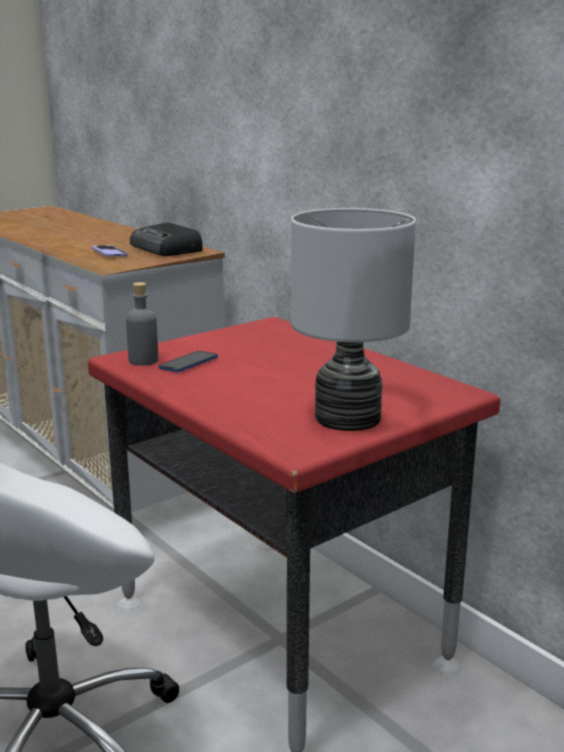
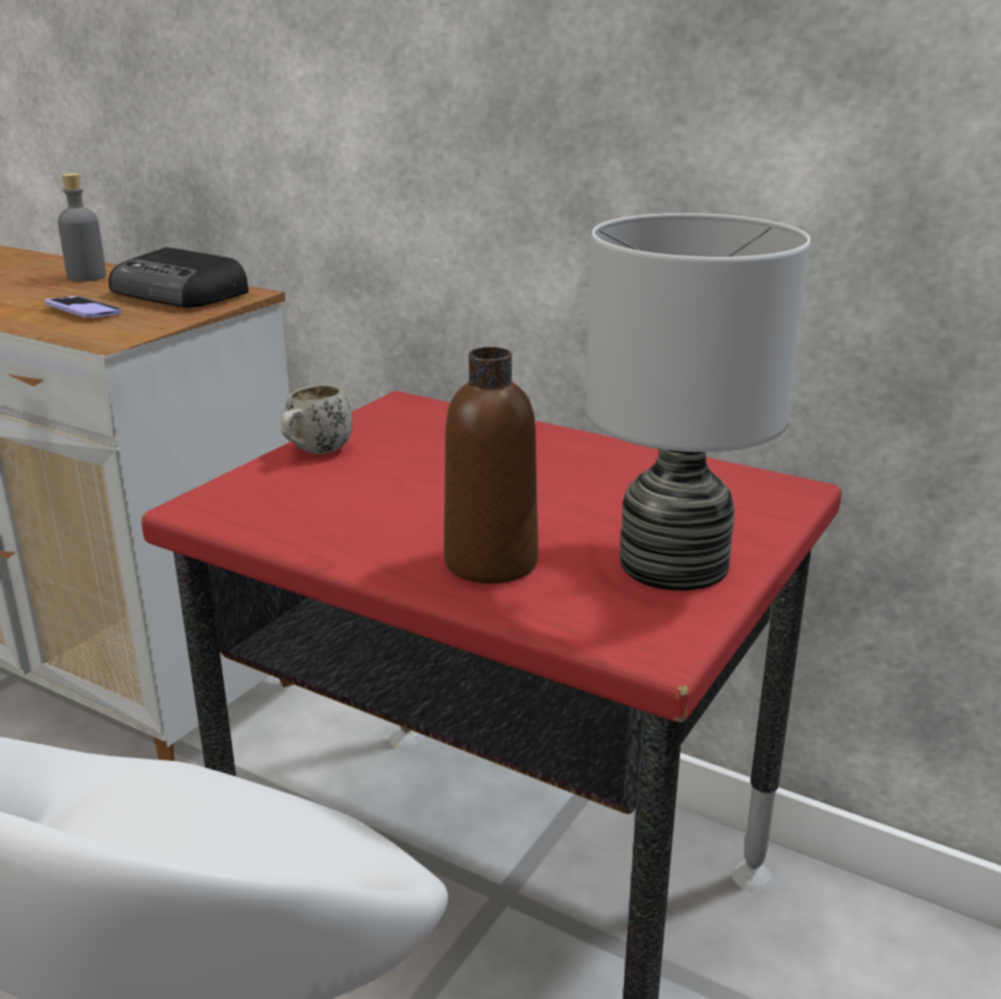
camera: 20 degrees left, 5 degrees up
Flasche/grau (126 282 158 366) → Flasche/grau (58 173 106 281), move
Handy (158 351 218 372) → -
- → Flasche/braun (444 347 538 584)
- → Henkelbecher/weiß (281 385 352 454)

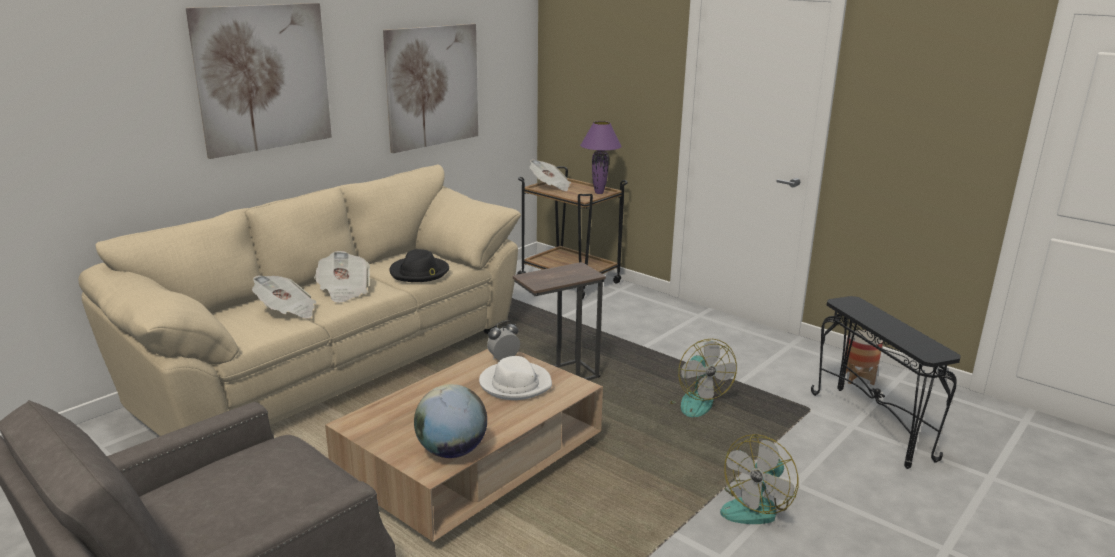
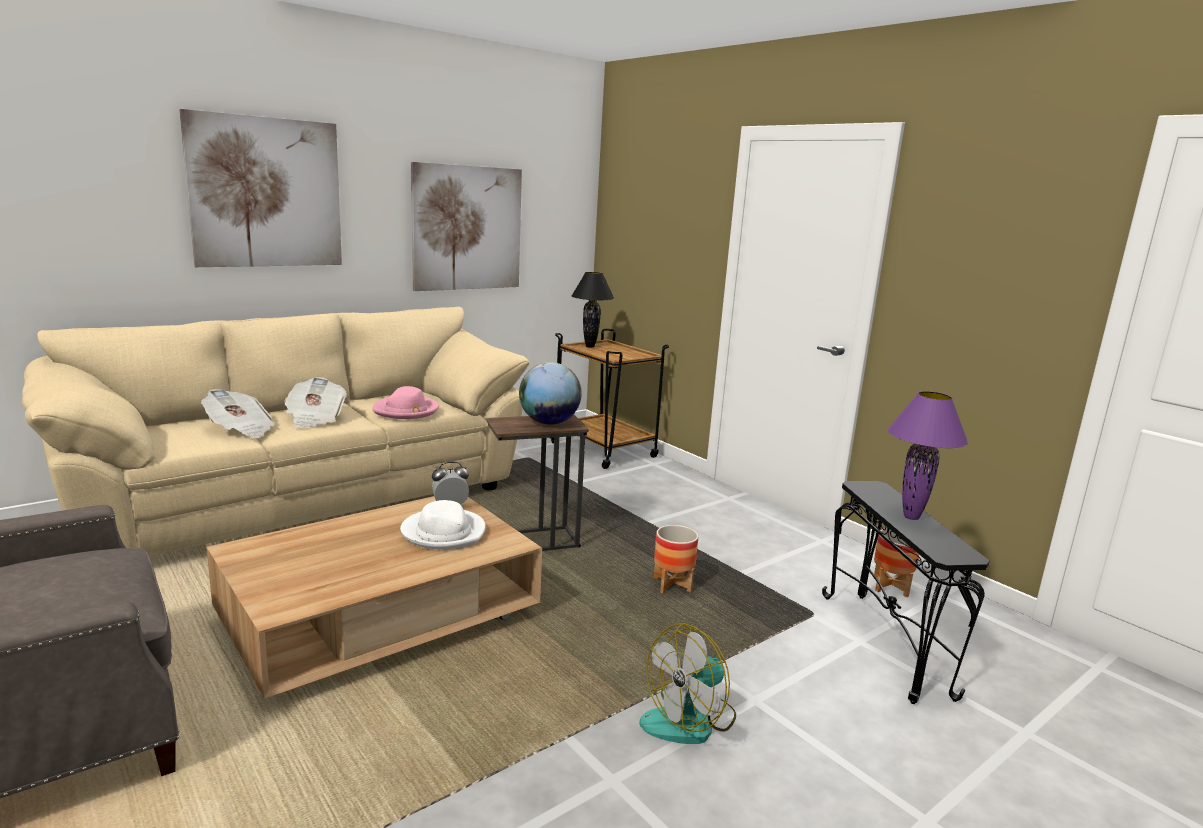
camera: 10 degrees right, 5 degrees down
Tischlampe/lila (580 121 622 194) → Tischlampe/lila (887 391 968 520), move
Zeitung (529 159 571 191) → Tischlampe/schwarz (571 272 614 348)
Hut/schwarz (389 249 449 282) → Hut/rosa (373 386 439 419)
Ventilator (669 339 737 417) → Pflanzkübel (654 525 698 593)
Globus (414 384 487 458) → Globus (519 362 582 425), move

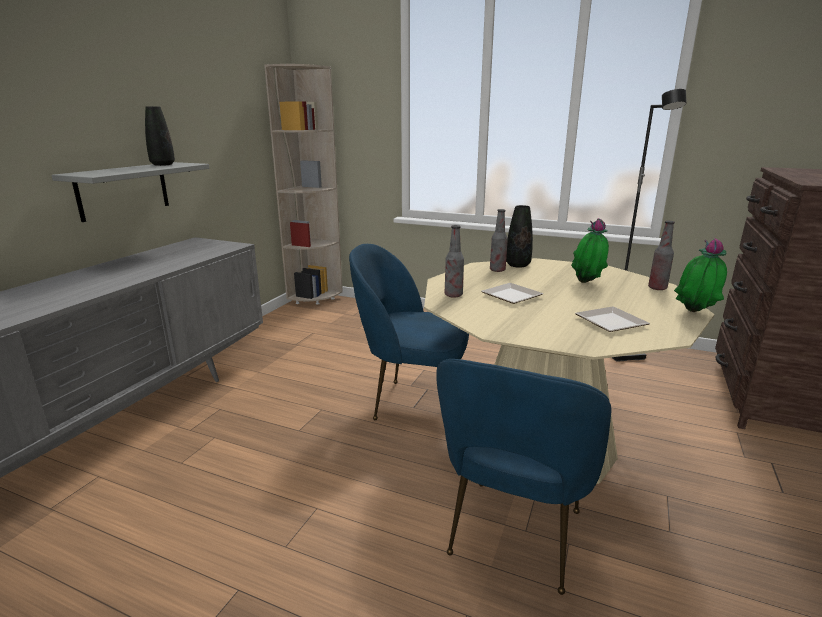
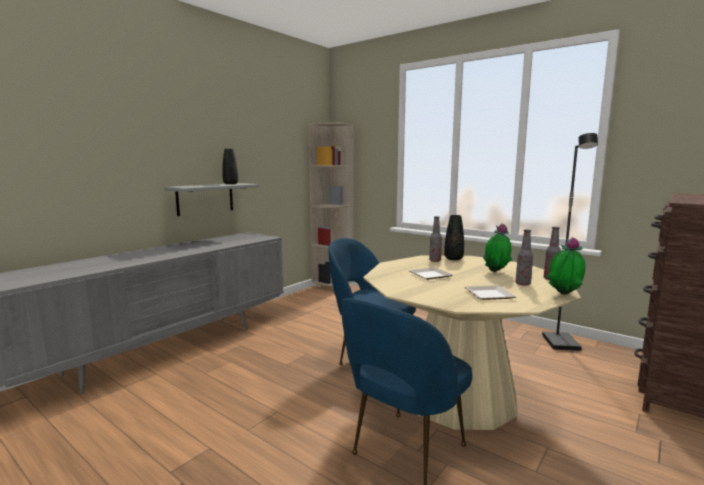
camera: 15 degrees right, 10 degrees down
Flasche (445 225 464 298) → Flasche (516 229 533 286), move

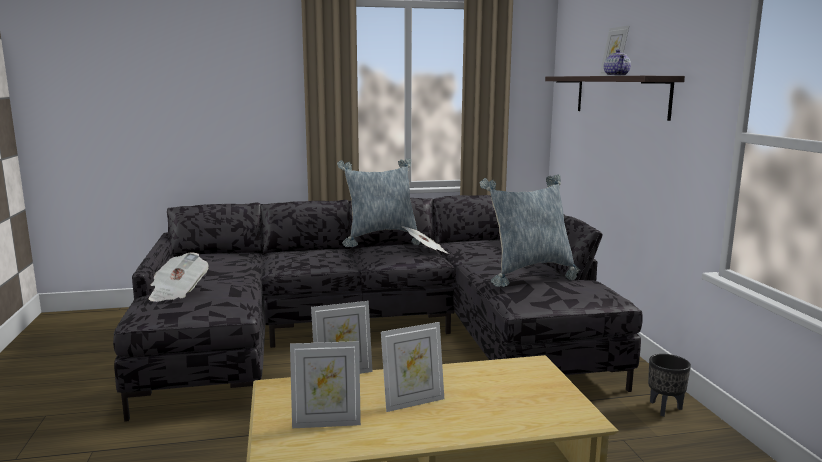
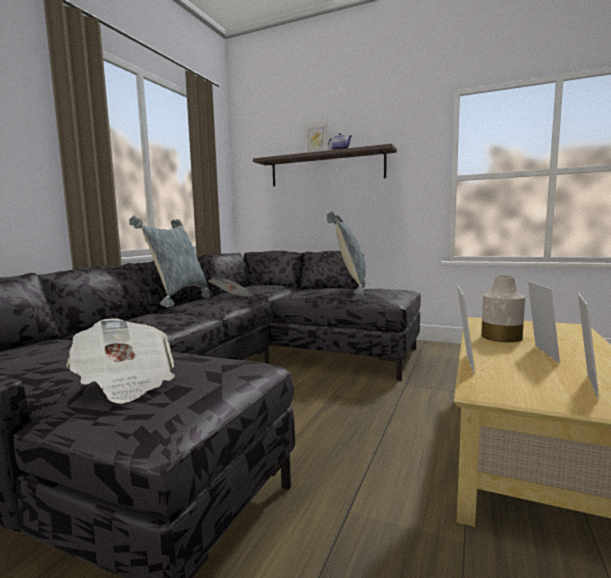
camera: 55 degrees left, 5 degrees down
Pflanzkübel/schwarz (648 354 691 417) → -
- → Vase/beige (481 275 525 342)

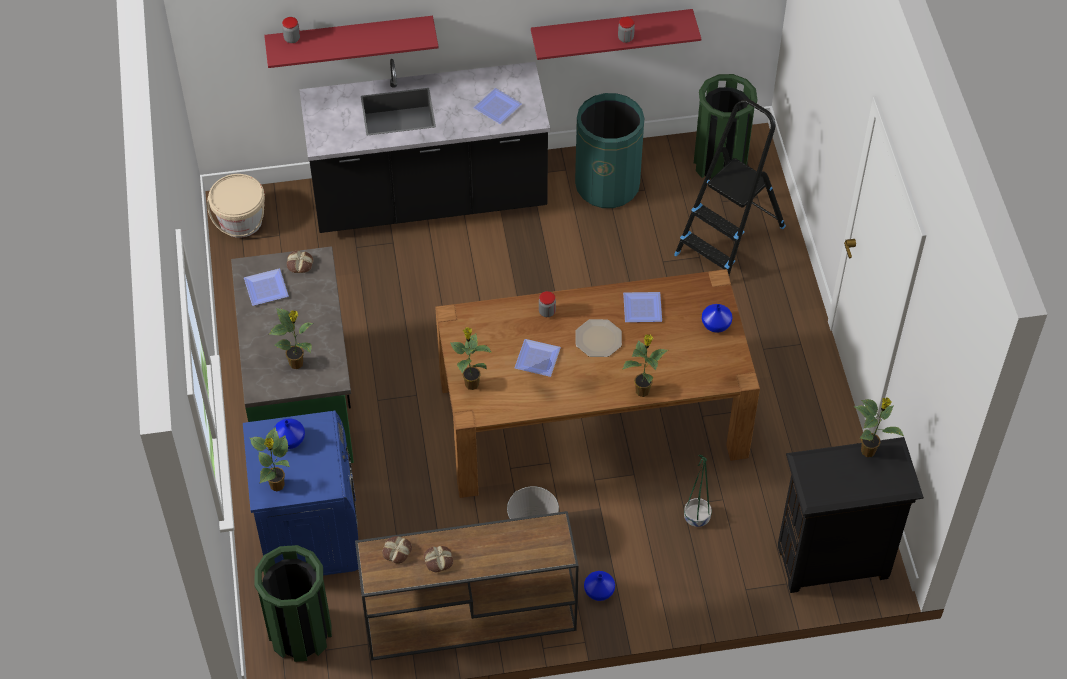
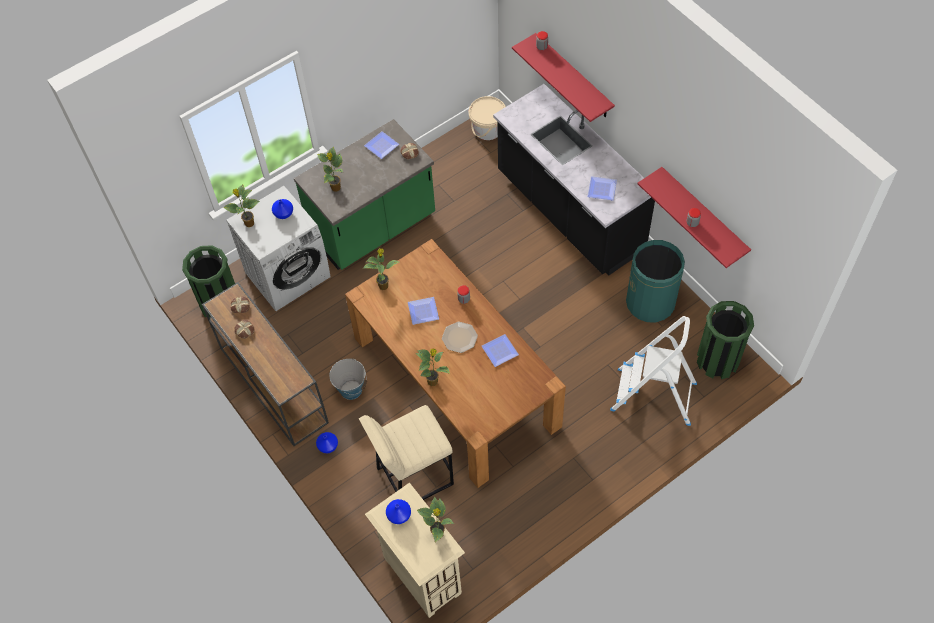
camera: 65 degrees right, 5 degrees up
Trittleiter/schwarz (674 99 786 275) → Trittleiter/weiß (610 316 697 426)
Vase/blau (702 304 732 333) → Vase/blau (386 499 411 524), move
Waschmaschine/blau (243 411 358 576) → Waschmaschine/weiß (226 186 330 311)
Schrank/schwarz (778 437 924 593) → Schrank/beige (365 482 465 618)
Pflanzkübel/grün (684 455 712 527) → Hocker/beige (359 405 454 500)

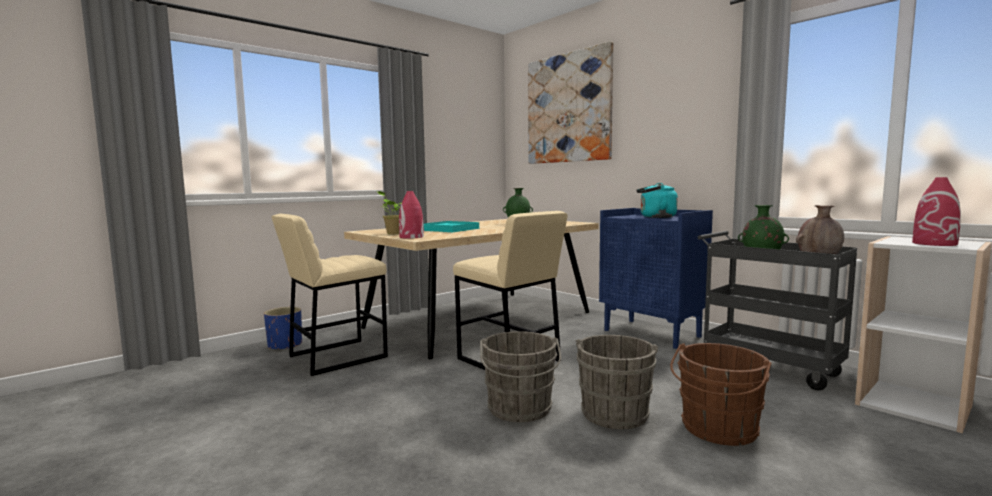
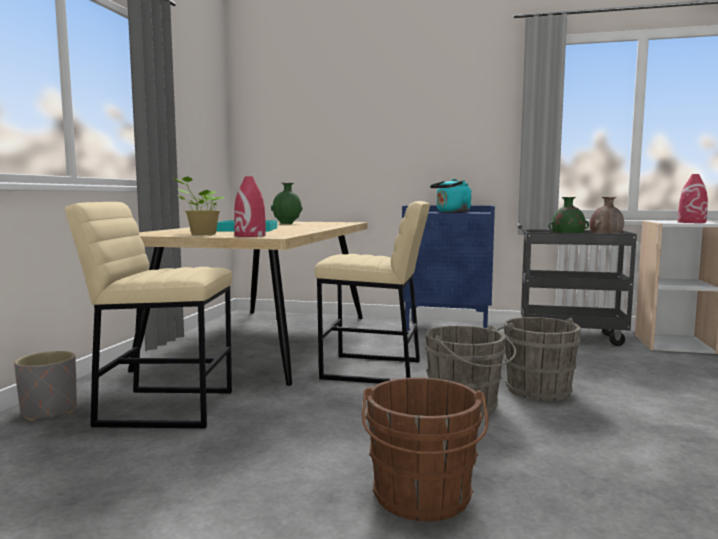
camera: 35 degrees left, 0 degrees up
Bild (528 41 613 164) → -
Stuhl/beige (272 214 388 376) → Stuhl/beige (65 202 232 428), 75 degrees clockwise
Pflanzkübel/blau (264 307 302 350) → Pflanzkübel/grau (14 351 77 421)
Eimer/braun (670 343 771 446) → Eimer/braun (362 377 489 522), move

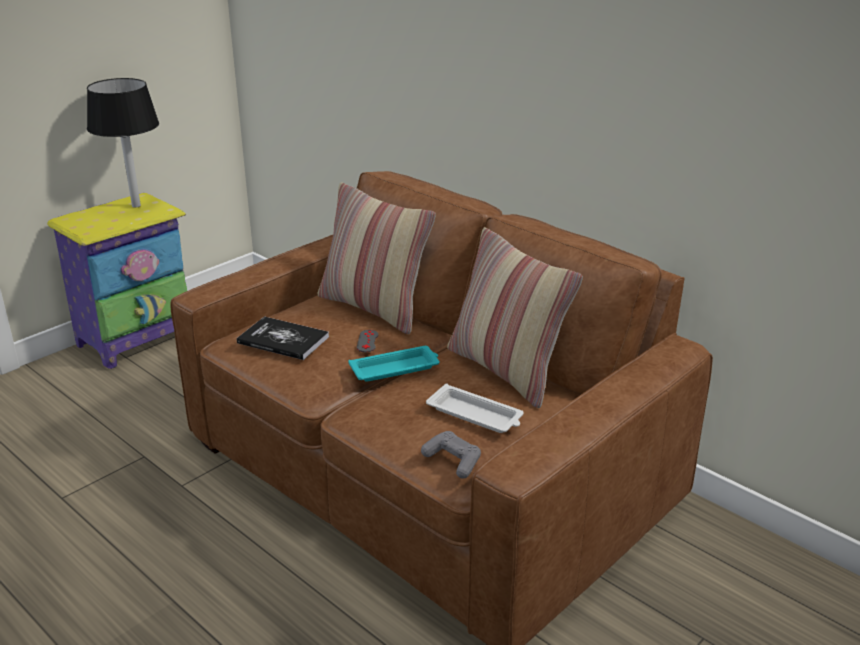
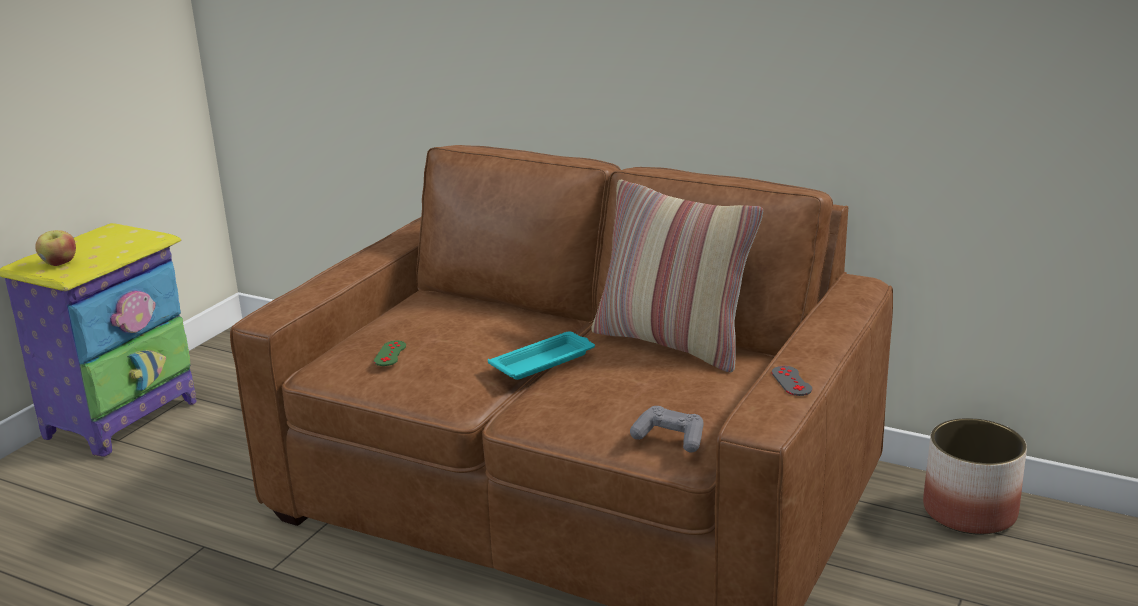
camera: 15 degrees left, 5 degrees down
Tischlampe/schwarz (87 78 159 208) → -
Kissen (318 182 436 334) → -
Buch (237 316 329 360) → Gamepad/grün (374 341 406 366)
Gamepad/grau (357 330 378 352) → Gamepad/grau (772 366 812 396), move
Tablett/weiß (426 384 524 433) → -
- → Apfel (35 230 76 266)
- → Pflanzkübel (923 418 1027 534)

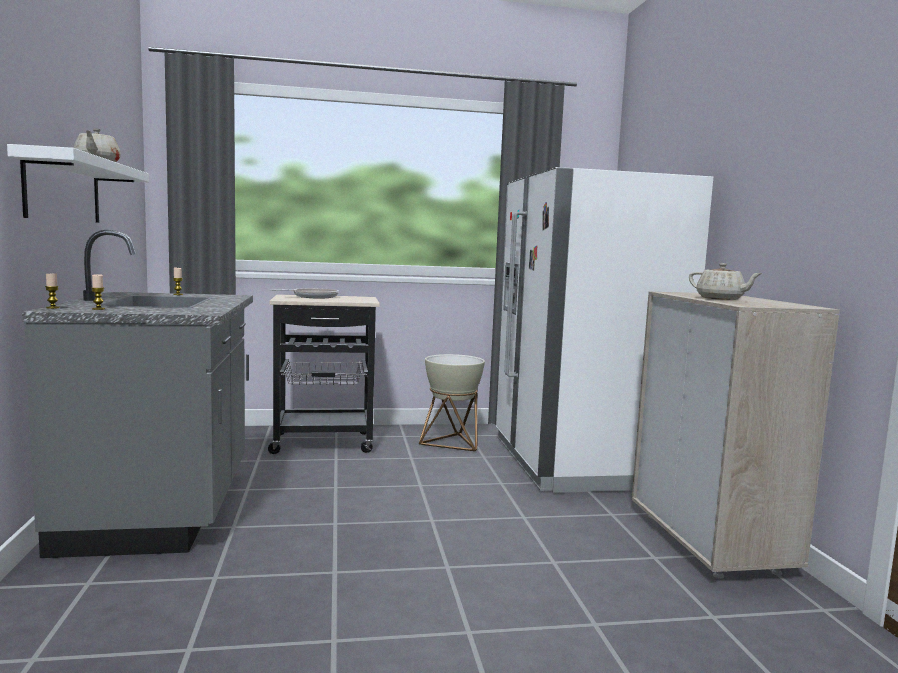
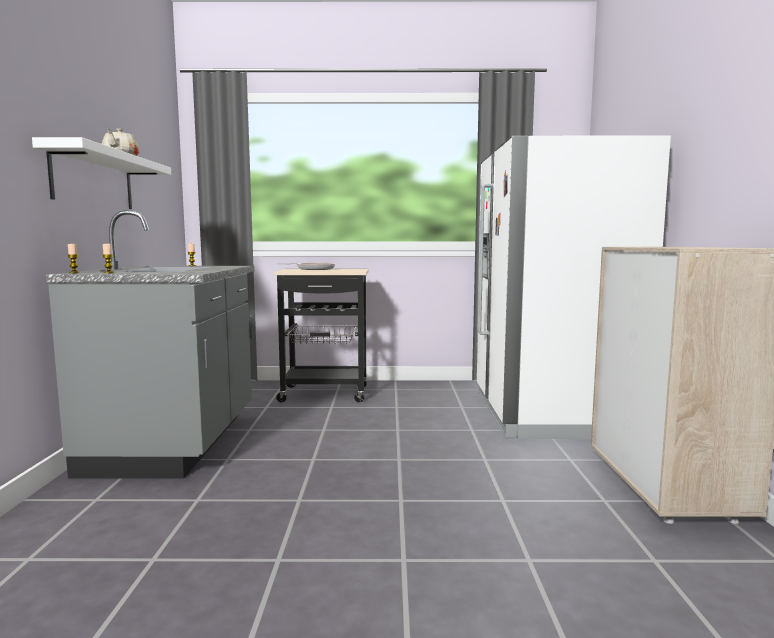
camera: 10 degrees right, 0 degrees up
Teekanne/beige (689 263 762 300) → -
Pflanzkübel (419 354 485 451) → -

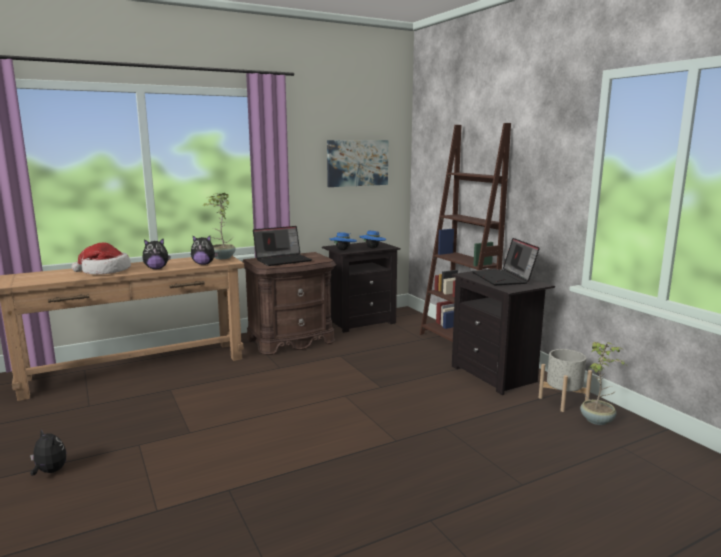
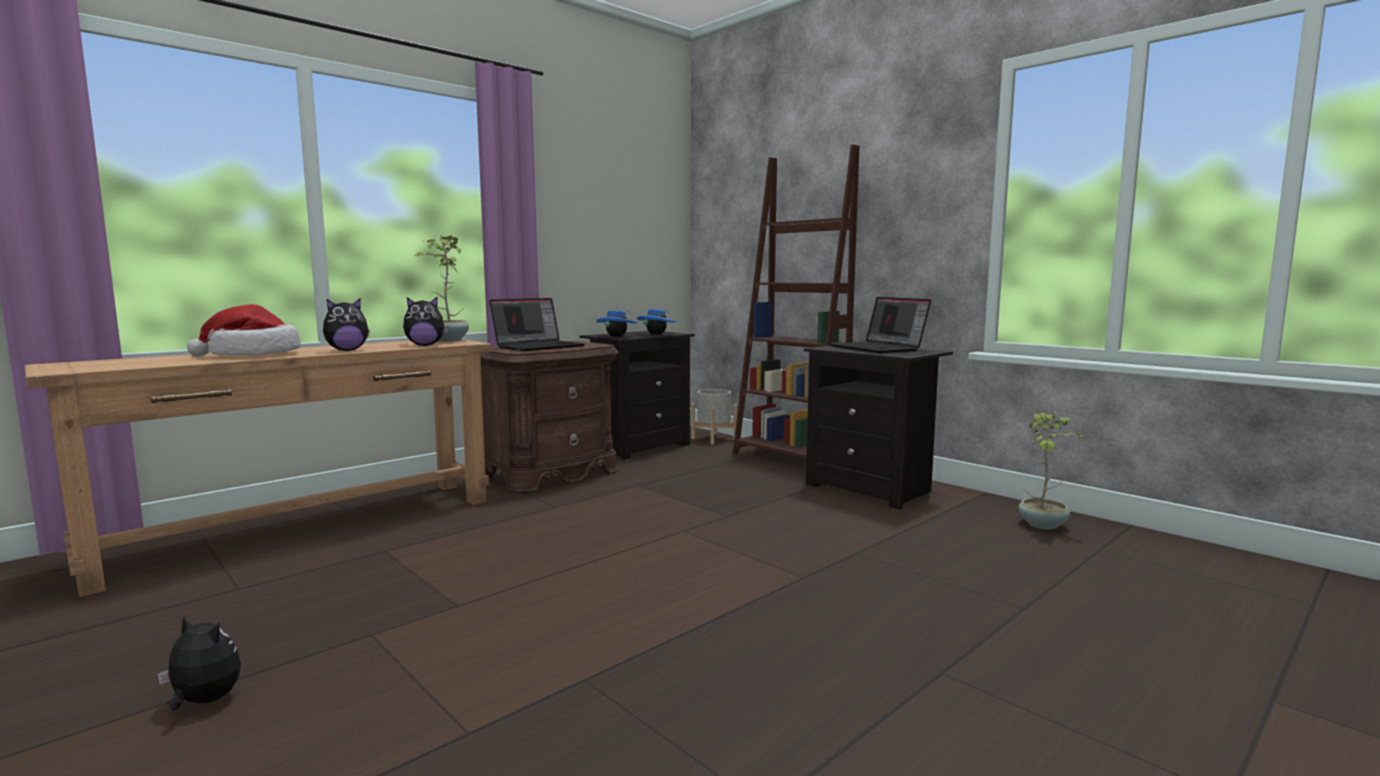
camera: 15 degrees left, 5 degrees down
Bild (327 140 388 187) → -
Pflanzkübel/grau (539 349 592 412) → Pflanzkübel/grau (691 389 737 445), move

